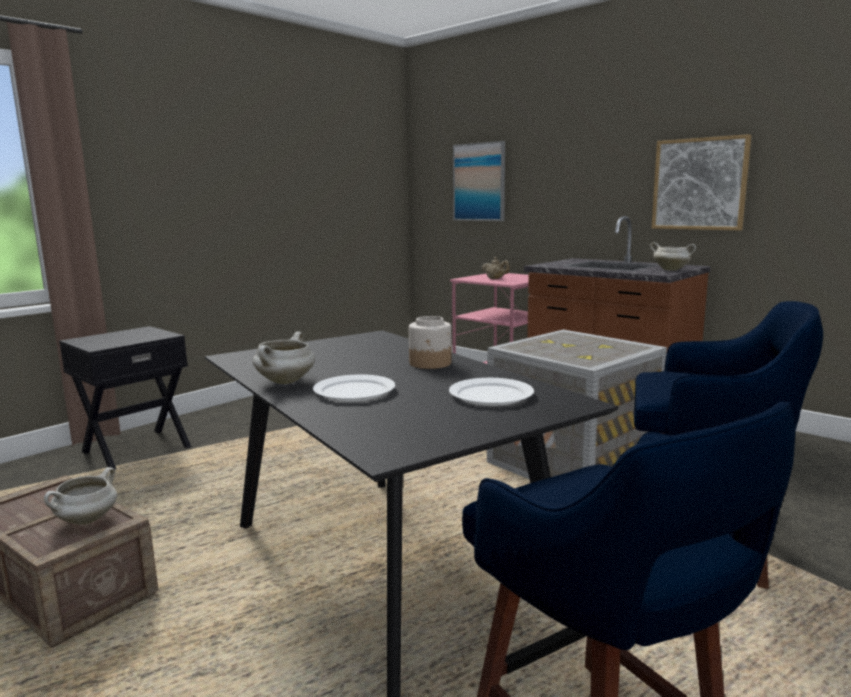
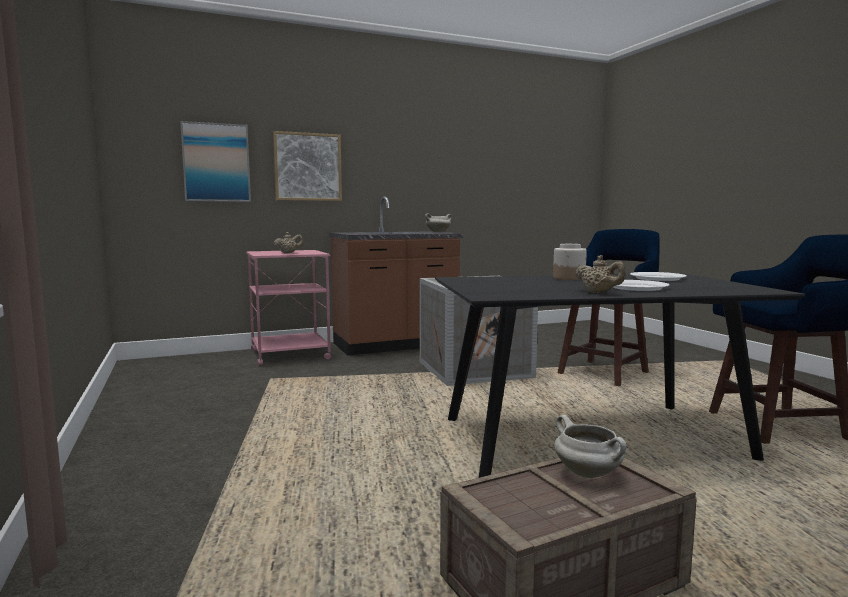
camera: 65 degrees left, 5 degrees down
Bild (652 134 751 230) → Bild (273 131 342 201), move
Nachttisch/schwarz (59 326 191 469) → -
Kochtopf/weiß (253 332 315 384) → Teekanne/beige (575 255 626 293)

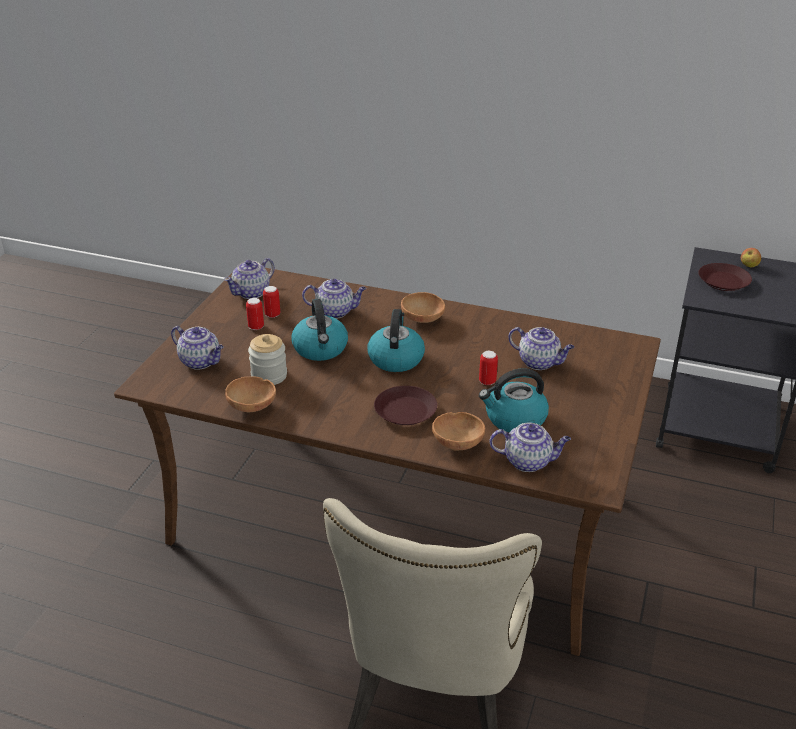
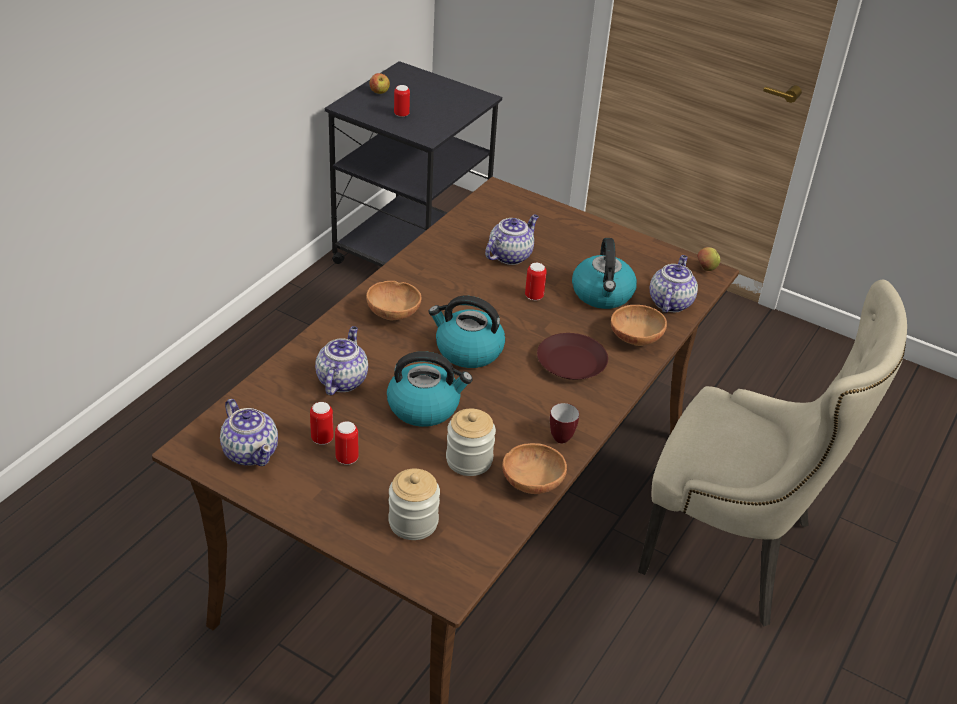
camera: 80 degrees left, 5 degrees up
Teller/braun (698 263 752 291) → Dose (394 85 410 117)
Teekanne (171 326 224 370) → Vorratsglas (388 469 440 540)
- → Apfel (697 247 721 271)
- → Henkelbecher (550 403 579 444)

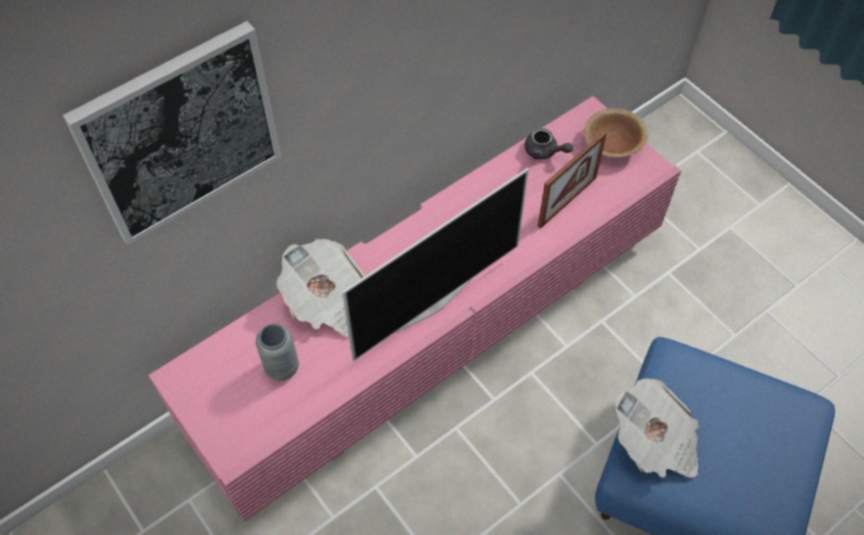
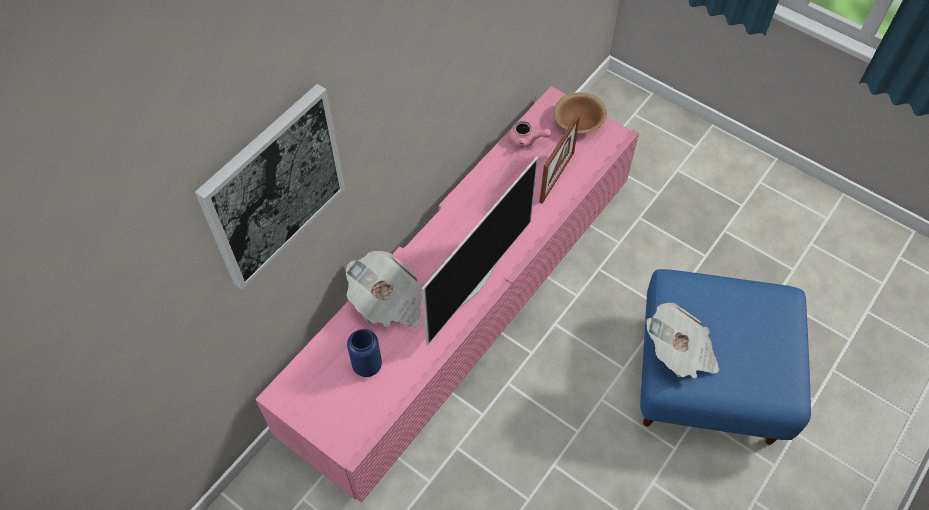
camera: 15 degrees left, 0 degrees up
Teekanne/grau (524 128 573 159) → Teekanne/rosa (509 121 551 148)
Vase/grau (256 324 299 381) → Vase/blau (347 329 382 377)

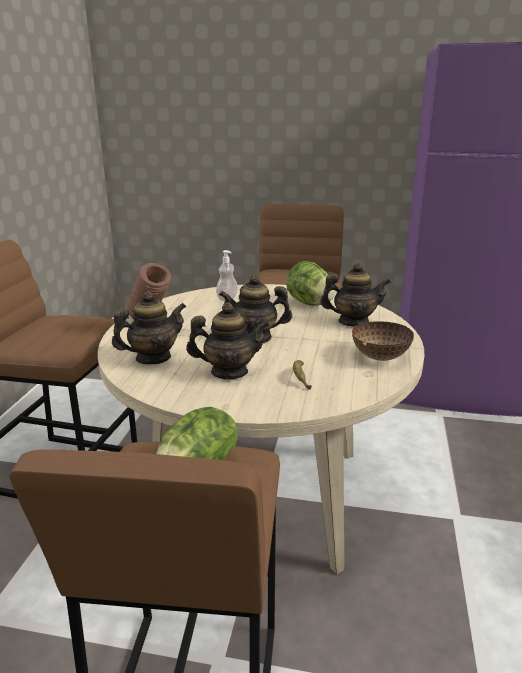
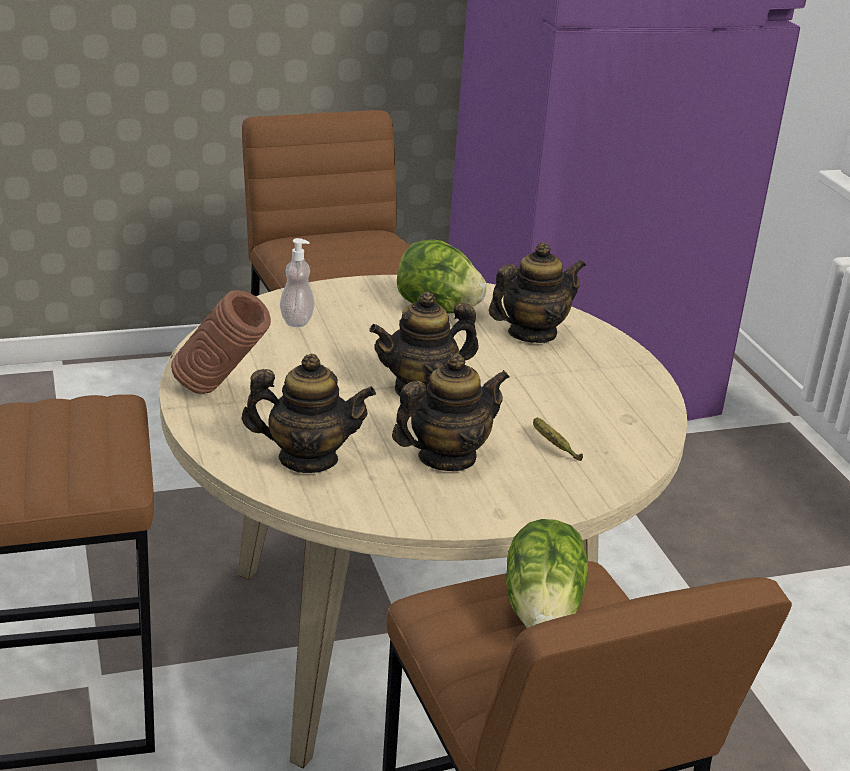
camera: 30 degrees left, 5 degrees up
Teekanne (112 291 186 364) → Teekanne (241 353 376 473), 60 degrees clockwise
Schüssel (352 321 414 361) → -

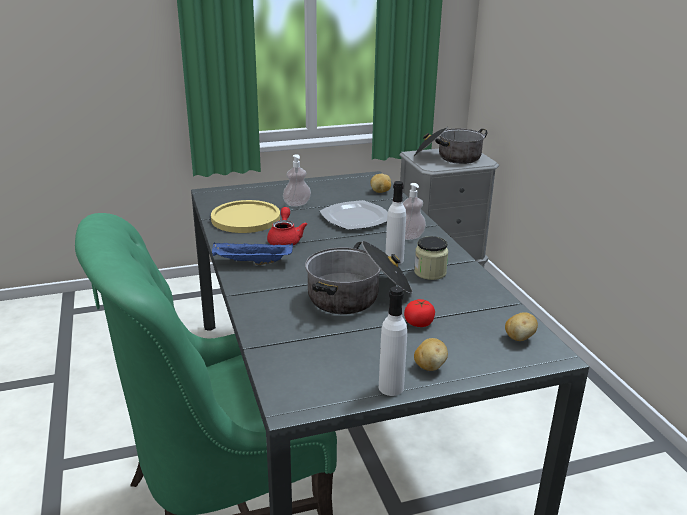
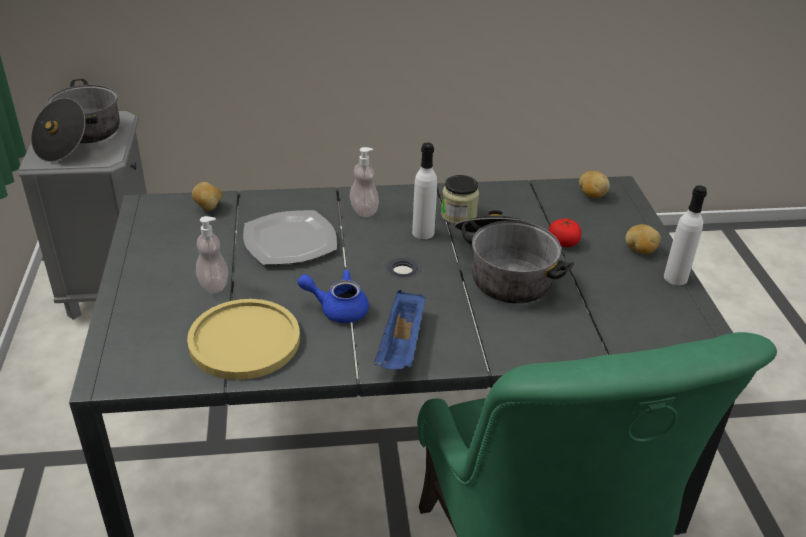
camera: 80 degrees left, 10 degrees up
Teekanne/rot (267 207 307 245) → Teekanne/blau (298 269 369 323)

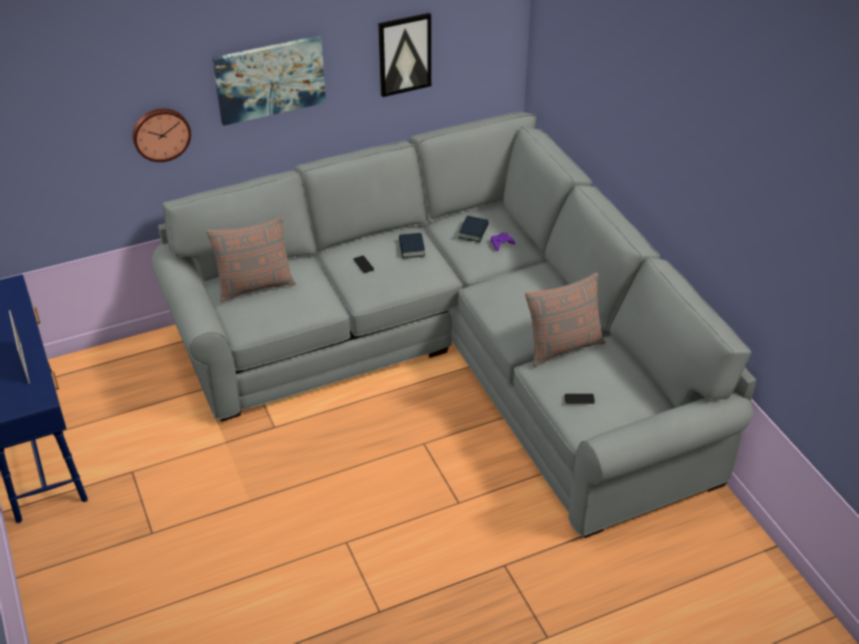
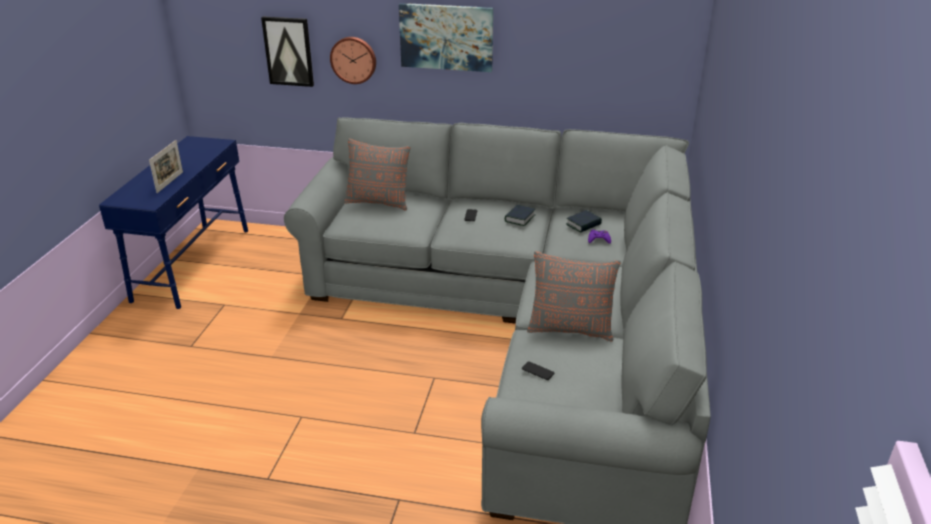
camera: 35 degrees right, 10 degrees down
Bild (378 13 431 97) → Bild (261 17 314 87), move

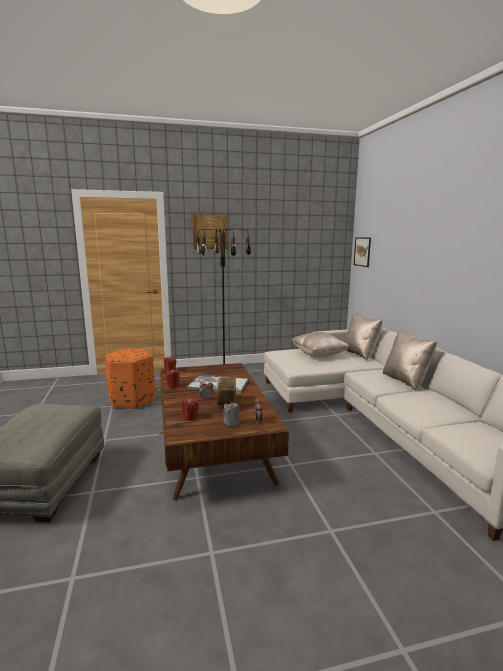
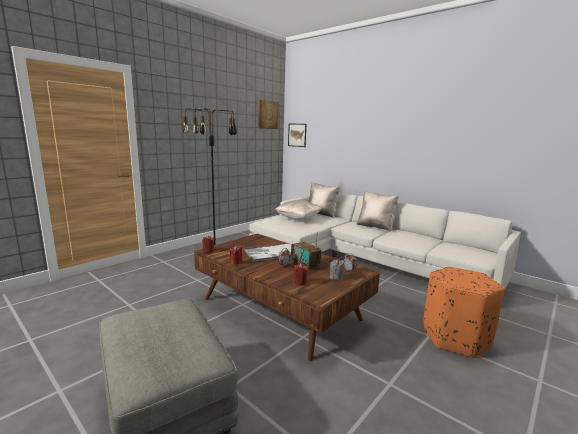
camera: 35 degrees left, 0 degrees up
Bild (192 214 227 249) → Bild (258 100 279 129), move
Polsterhocker/orange (105 349 156 409) → Polsterhocker/orange (423 267 505 358), move

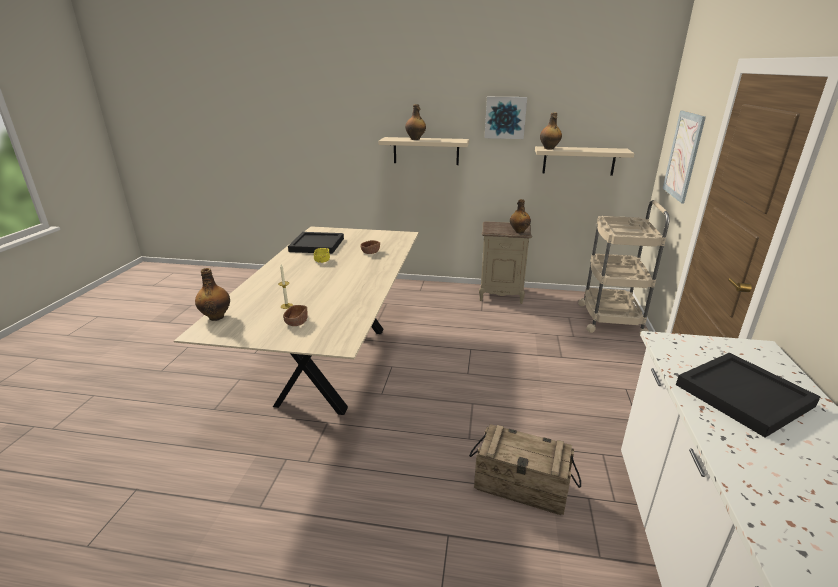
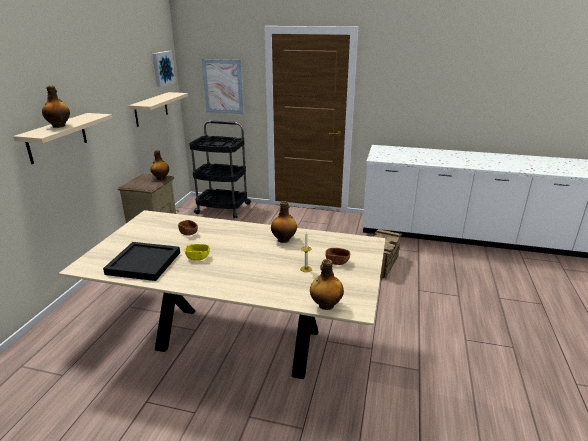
camera: 85 degrees left, 0 degrees up
Bild (485 97 527 139) → Bild (152 51 176 87), move
Flasche (540 113 562 150) → Flasche (271 201 297 243), move
Rollwagen/beige (578 200 670 334) → Rollwagen/schwarz (189 120 251 218)
Tablett/schwarz (676 353 820 438) → -

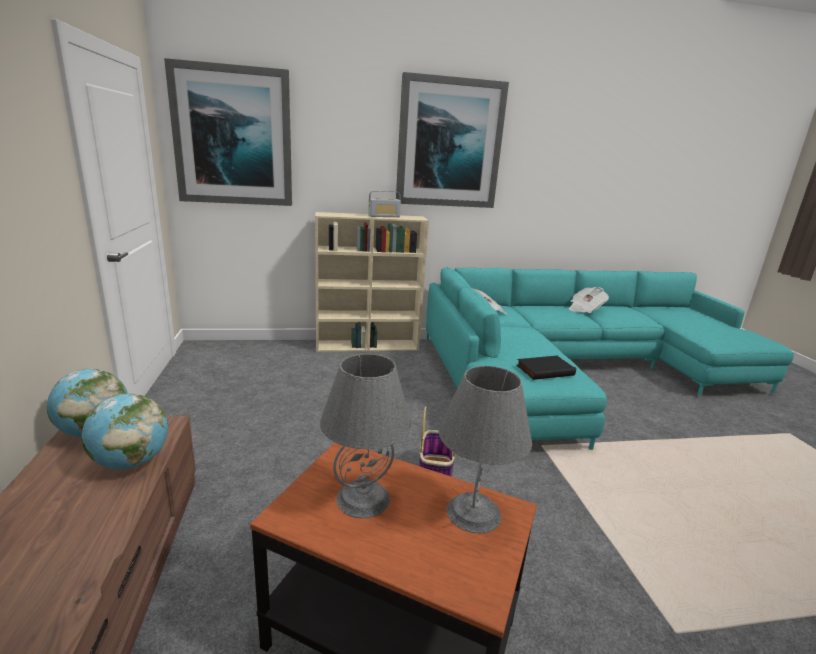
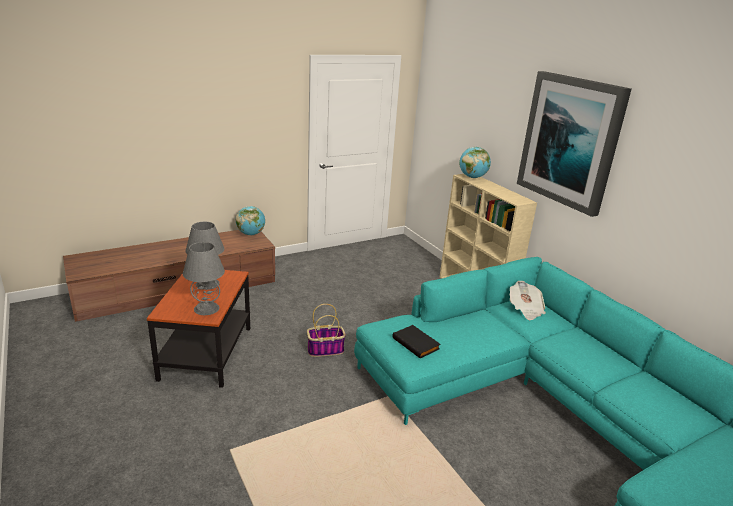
camera: 70 degrees right, 5 degrees up
Bild (164 58 292 206) → -
Radio (368 191 401 217) → -
Zeitung (569 287 609 313) → -
Globus (81 393 168 470) → Globus (459 147 491 178), move

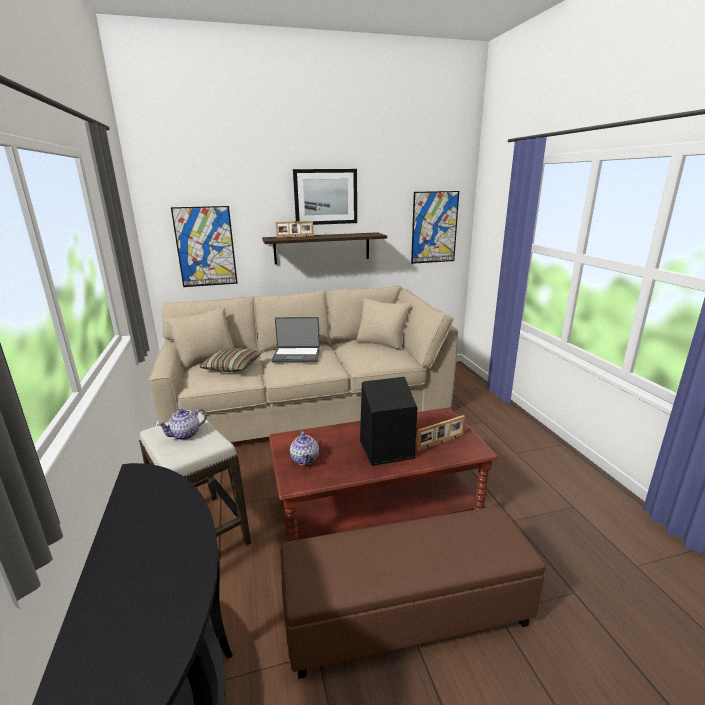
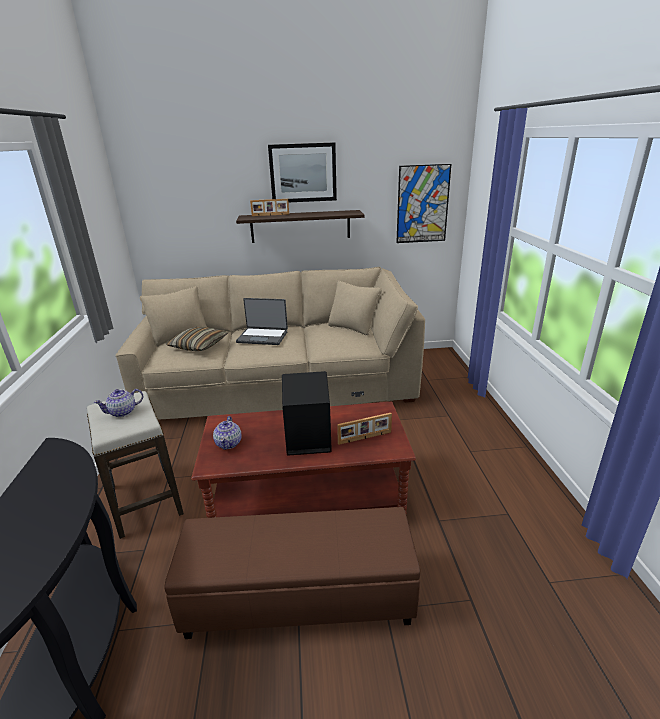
camera: 10 degrees right, 5 degrees up
Bild (171 206 238 287) → -

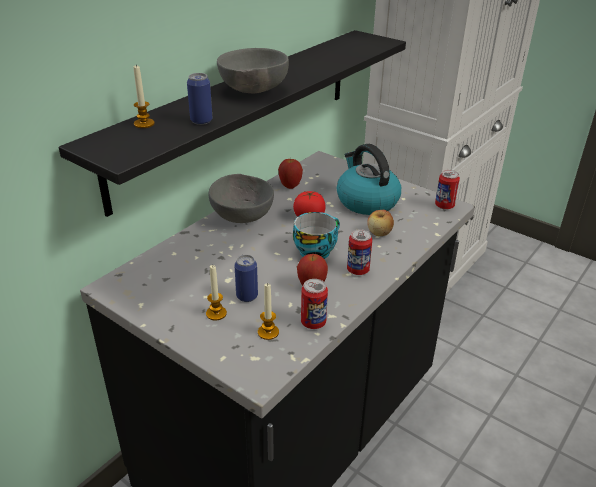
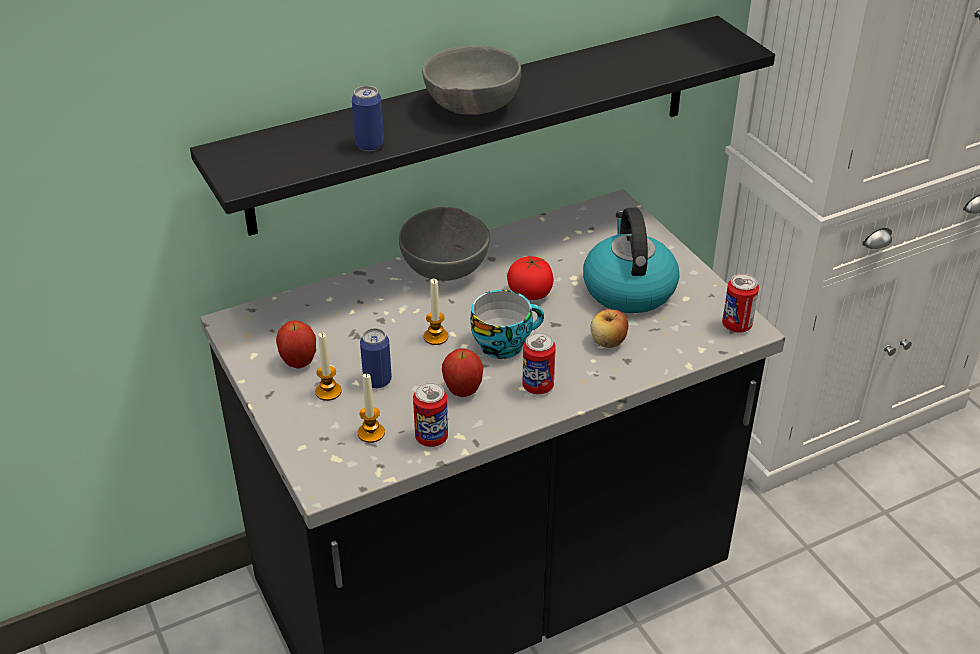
camera: 25 degrees right, 5 degrees up
Kerze (133 65 155 128) → Kerze (424 279 448 345), move
Apfel (278 158 303 189) → Apfel (276 321 316 368), move

